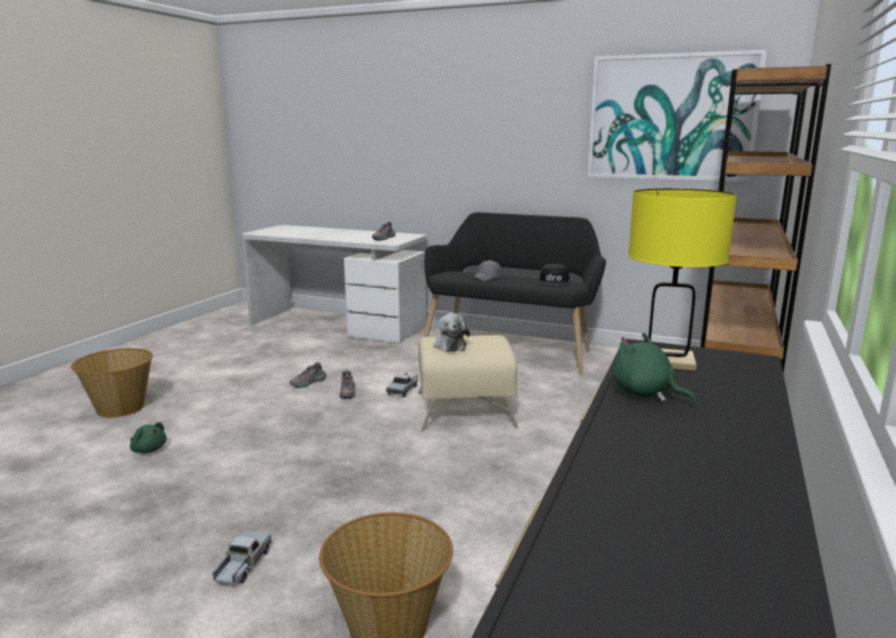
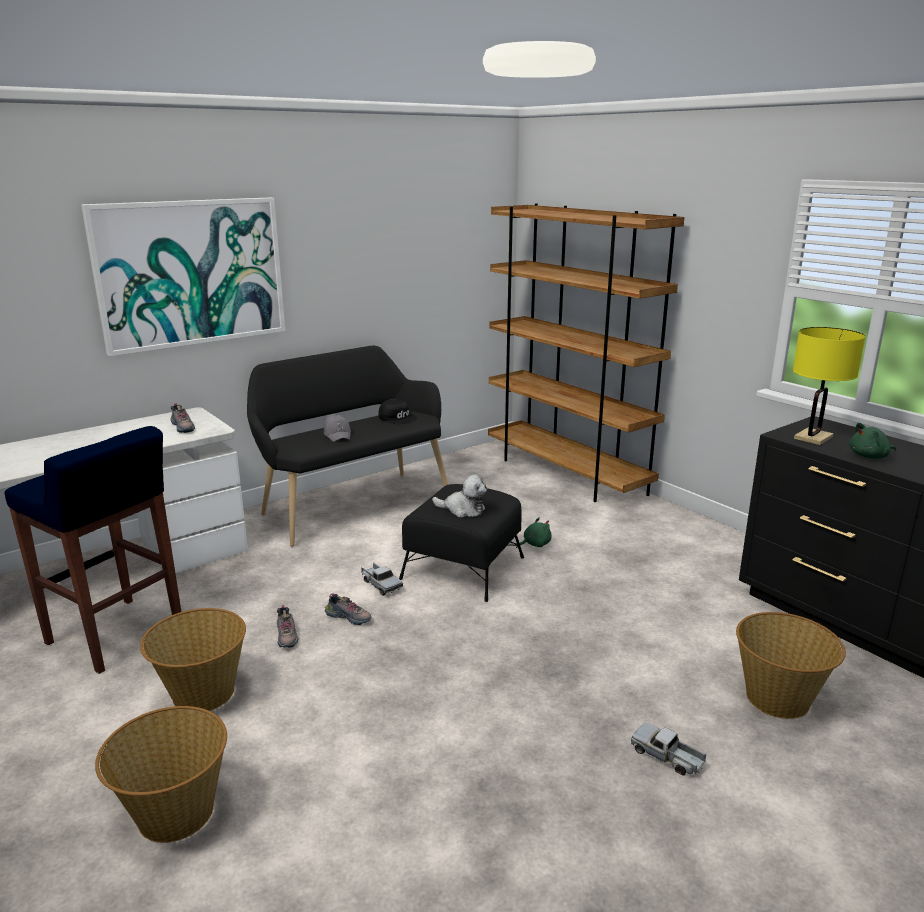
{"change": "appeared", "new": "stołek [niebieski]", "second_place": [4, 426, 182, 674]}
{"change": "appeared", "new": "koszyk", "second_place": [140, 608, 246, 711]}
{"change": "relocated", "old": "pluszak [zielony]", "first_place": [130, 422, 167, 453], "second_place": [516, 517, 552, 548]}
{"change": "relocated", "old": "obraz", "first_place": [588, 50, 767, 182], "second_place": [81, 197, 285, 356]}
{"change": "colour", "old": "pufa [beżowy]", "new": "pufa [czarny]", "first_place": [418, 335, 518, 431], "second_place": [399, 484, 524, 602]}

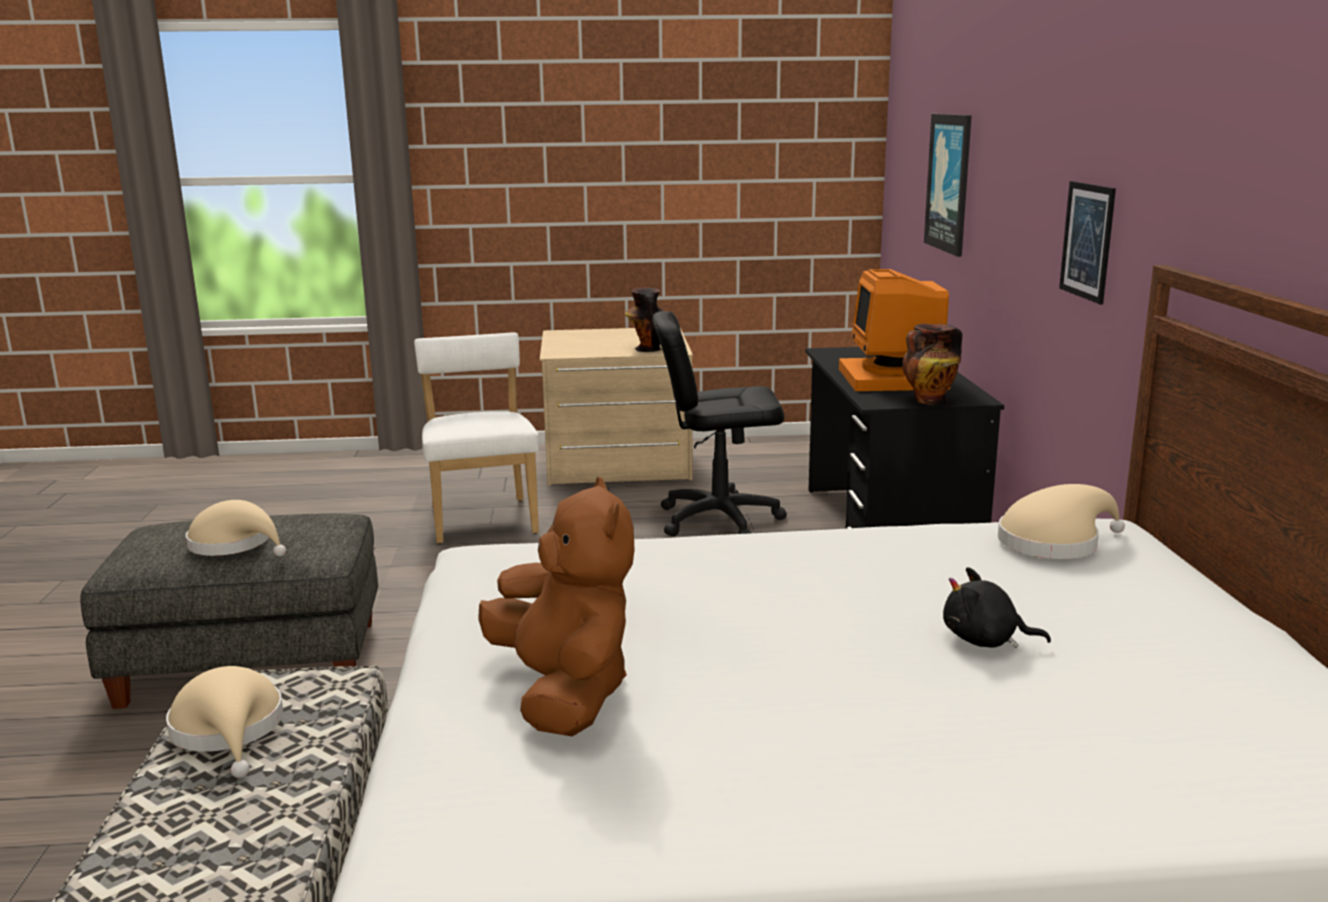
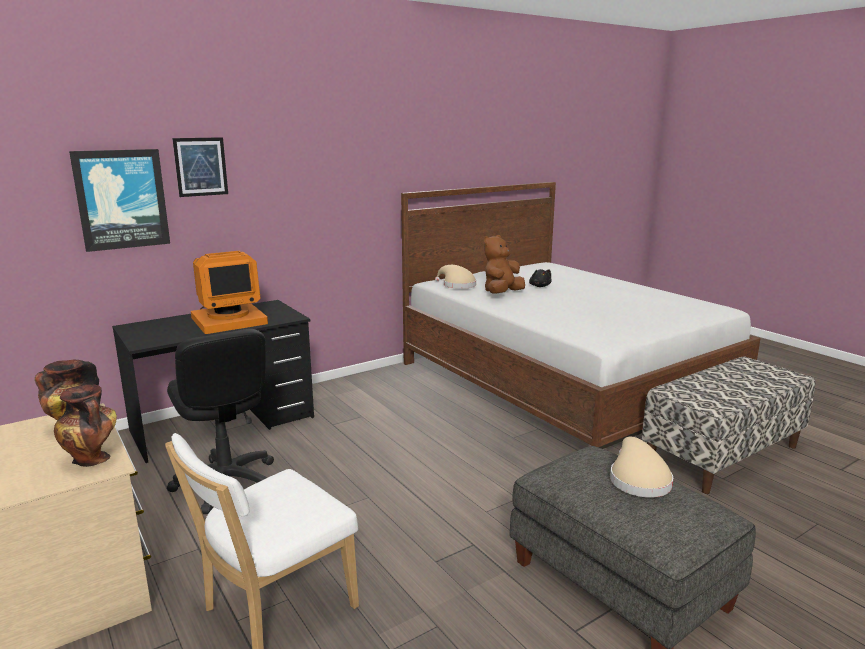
{"change": "missing", "old": "kapelusz [beżowy]", "first_place": [166, 666, 284, 778]}
{"change": "relocated", "old": "pluszak [brązowy]", "first_place": [478, 477, 634, 736], "second_place": [484, 235, 525, 294]}
{"change": "relocated", "old": "wazon", "first_place": [902, 324, 962, 405], "second_place": [54, 384, 117, 467]}
{"change": "relocated", "old": "obraz", "first_place": [1059, 181, 1116, 305], "second_place": [172, 137, 228, 197]}

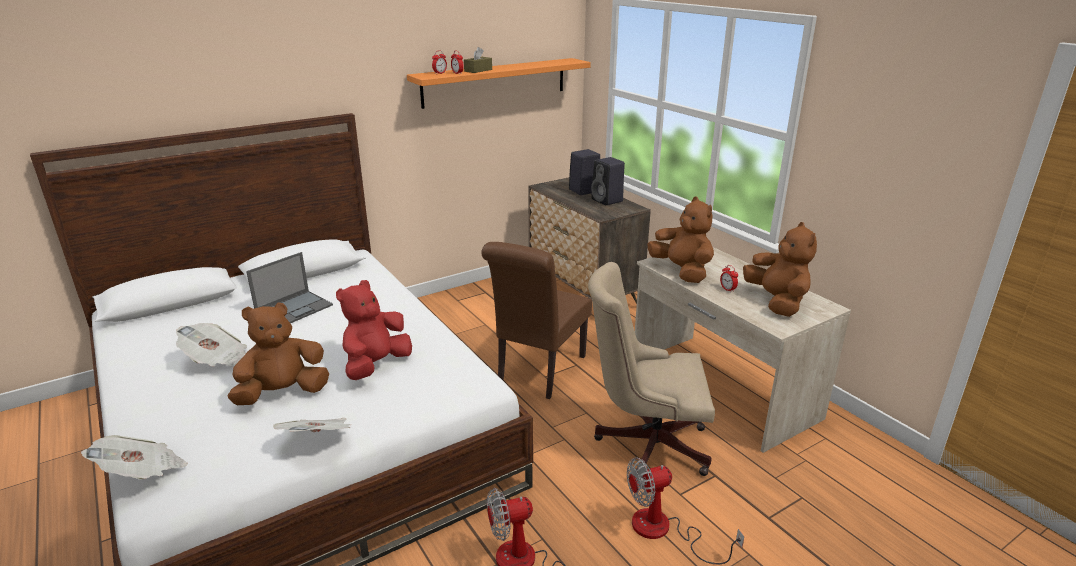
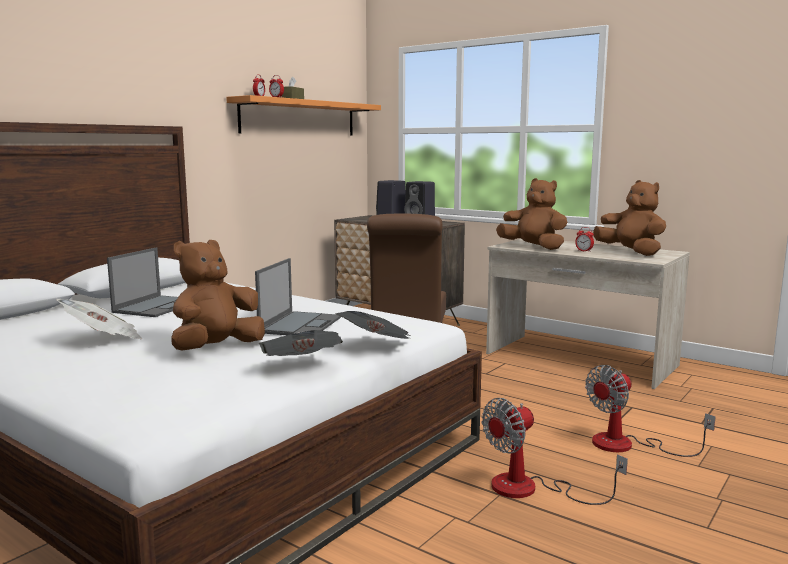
{"change": "missing", "old": "krzesło biurowe [beżowy]", "first_place": [588, 262, 715, 476]}
{"change": "relocated", "old": "gazeta", "first_place": [81, 435, 188, 479], "second_place": [336, 311, 410, 339]}
{"change": "exchanged", "old": "pluszak [czerwony]", "new": "laptop", "first_place": [336, 280, 412, 380], "second_place": [255, 258, 341, 335]}

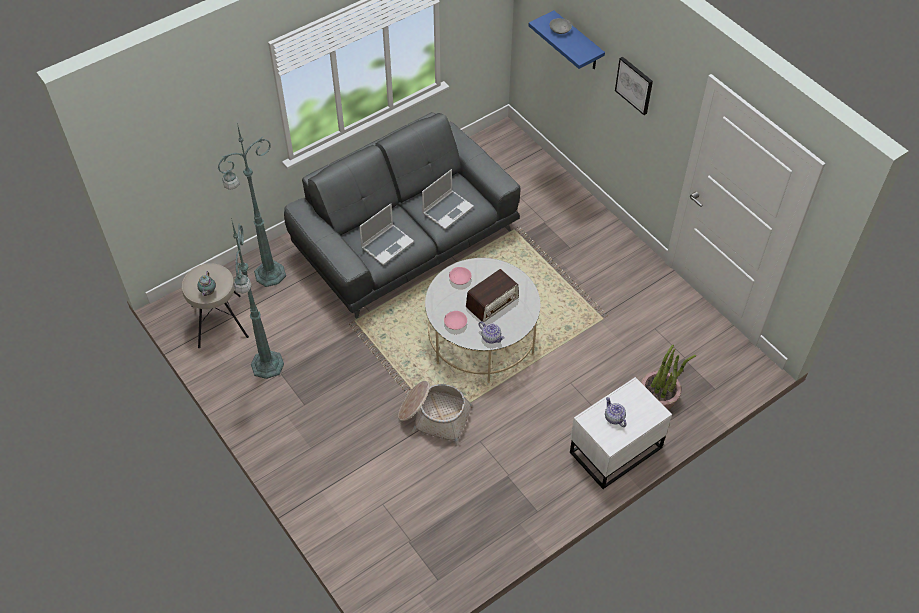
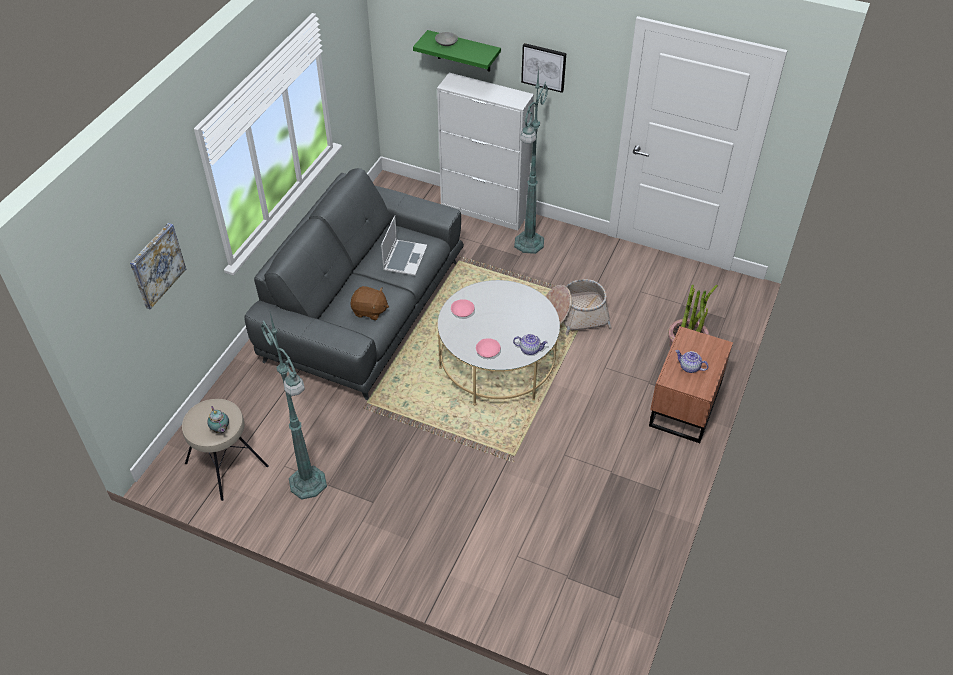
{"change": "missing", "old": "radio", "first_place": [466, 269, 519, 322]}
{"change": "appeared", "new": "obraz", "second_place": [130, 223, 186, 309]}
{"change": "appeared", "new": "szafka [biały]", "second_place": [437, 73, 534, 231]}
{"change": "relocated", "old": "lampa stojąca [zielony]", "first_place": [218, 123, 286, 287], "second_place": [514, 67, 548, 254]}
{"change": "relocated", "old": "koszyk", "first_place": [398, 381, 474, 446], "second_place": [545, 279, 612, 335]}
{"change": "exchanged", "old": "laptop", "new": "pluszak [brązowy]", "first_place": [359, 204, 414, 265], "second_place": [350, 286, 389, 320]}
{"change": "colour", "old": "półka [niebieski]", "new": "półka [zielony]", "first_place": [529, 11, 605, 69], "second_place": [413, 30, 501, 72]}
{"change": "colour", "old": "szafka nocna [biały]", "new": "szafka nocna [brązowy]", "first_place": [570, 377, 672, 489], "second_place": [649, 326, 733, 443]}

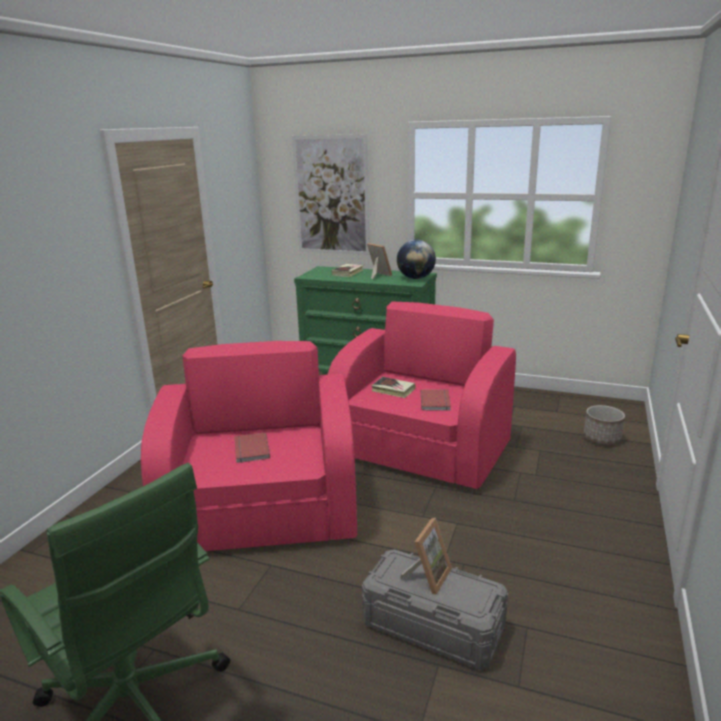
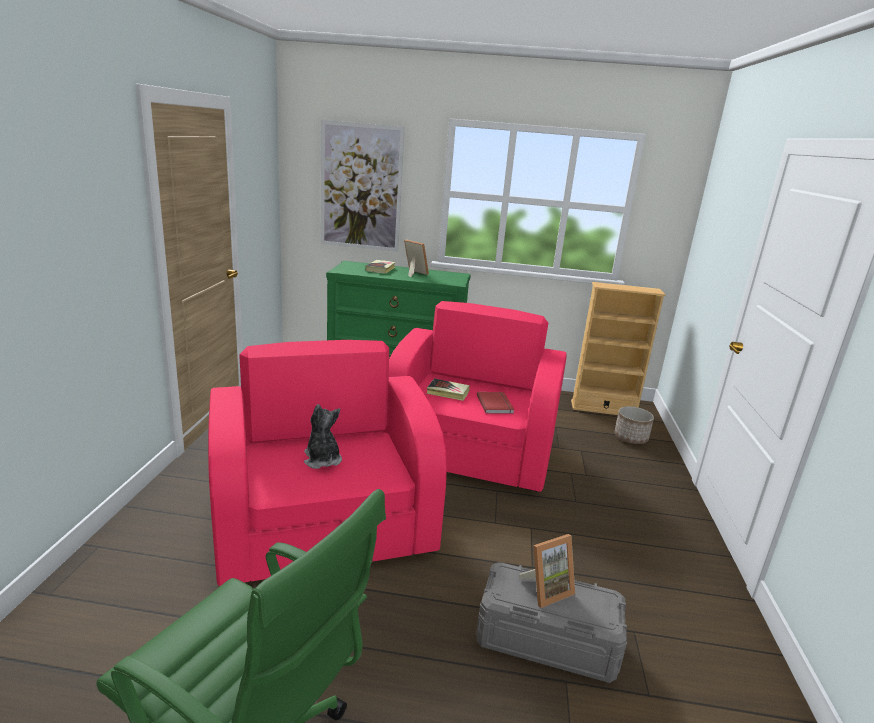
{"change": "missing", "old": "globus", "first_place": [397, 239, 436, 279]}
{"change": "appeared", "new": "regał [beżowy]", "second_place": [571, 282, 666, 415]}
{"change": "exchanged", "old": "książka [czerwony]", "new": "pluszak", "first_place": [234, 432, 270, 463], "second_place": [304, 404, 342, 469]}
{"change": "spun", "old": "ramka na zdjęcie", "first_place": [400, 518, 452, 595], "second_place": [519, 534, 575, 608], "degrees": 45}

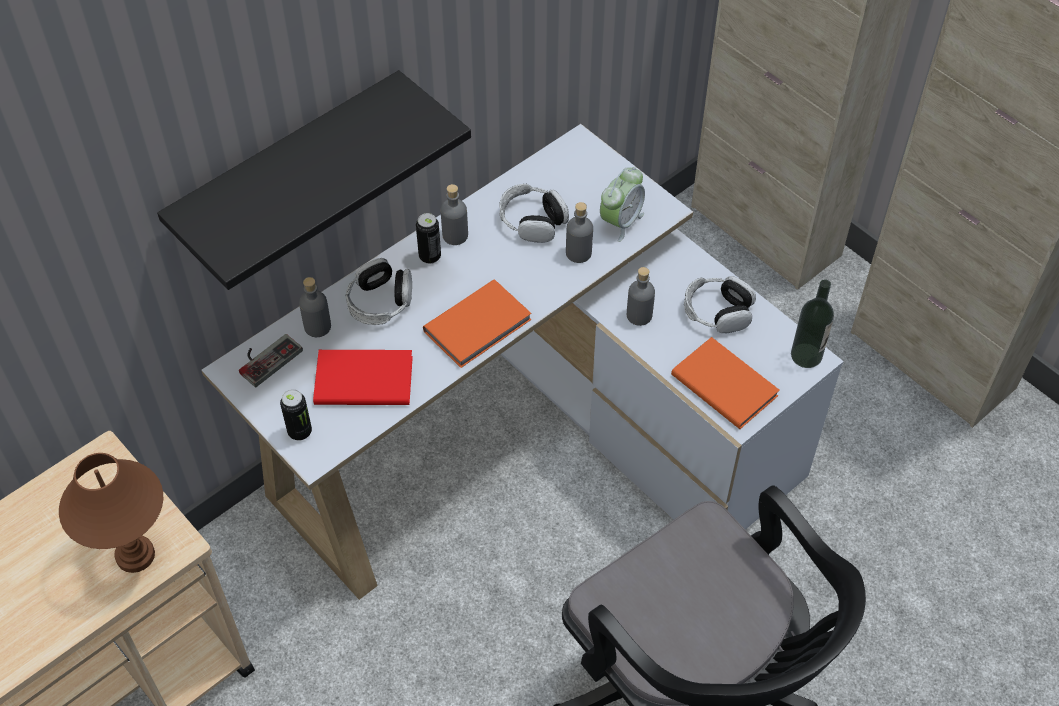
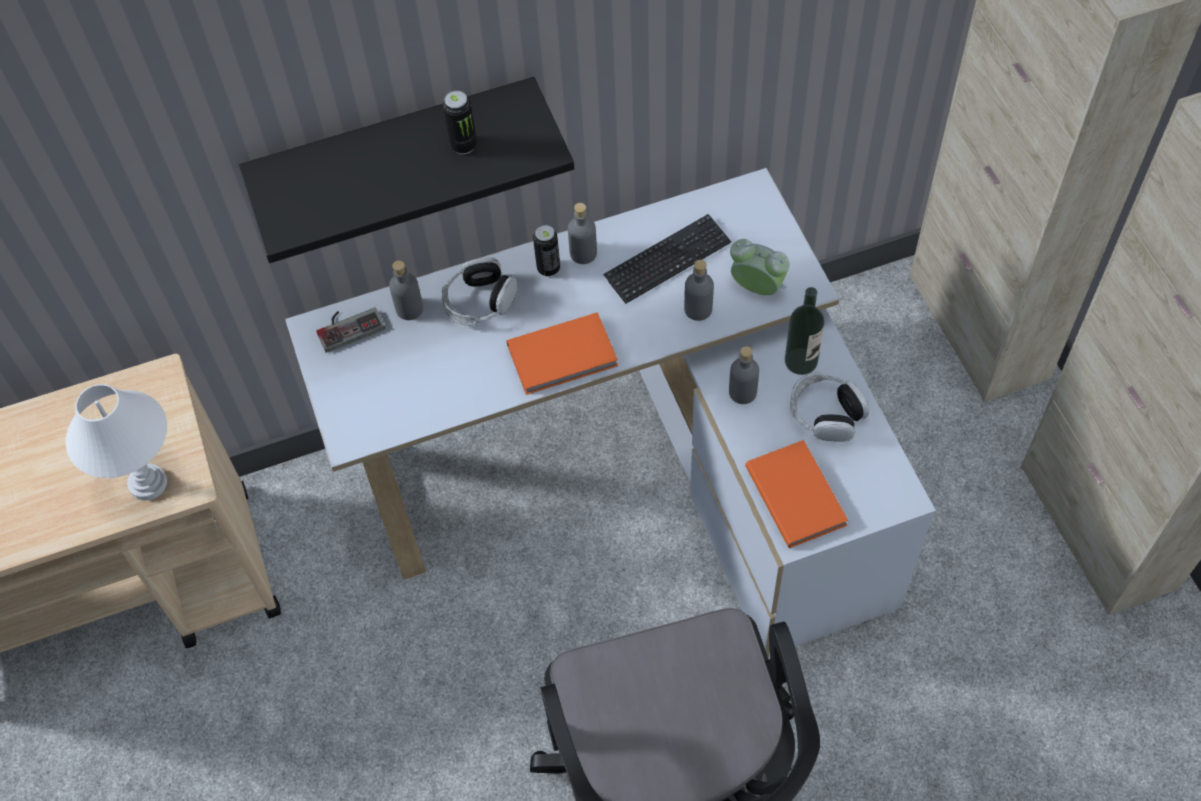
{"change": "missing", "old": "książka [czerwony]", "first_place": [313, 350, 413, 405]}
{"change": "relocated", "old": "puszka", "first_place": [280, 389, 312, 441], "second_place": [443, 91, 477, 154]}
{"change": "relocated", "old": "butelka", "first_place": [791, 279, 834, 368], "second_place": [785, 287, 824, 375]}
{"change": "exchanged", "old": "słuchawki", "new": "klawiatura", "first_place": [499, 184, 569, 243], "second_place": [603, 214, 731, 304]}
{"change": "colour", "old": "lampa stołowa [brązowy]", "new": "lampa stołowa [biały]", "first_place": [59, 453, 163, 573], "second_place": [66, 384, 167, 501]}
{"change": "spun", "old": "budzik", "first_place": [600, 167, 645, 242], "second_place": [730, 239, 790, 295], "degrees": -120}

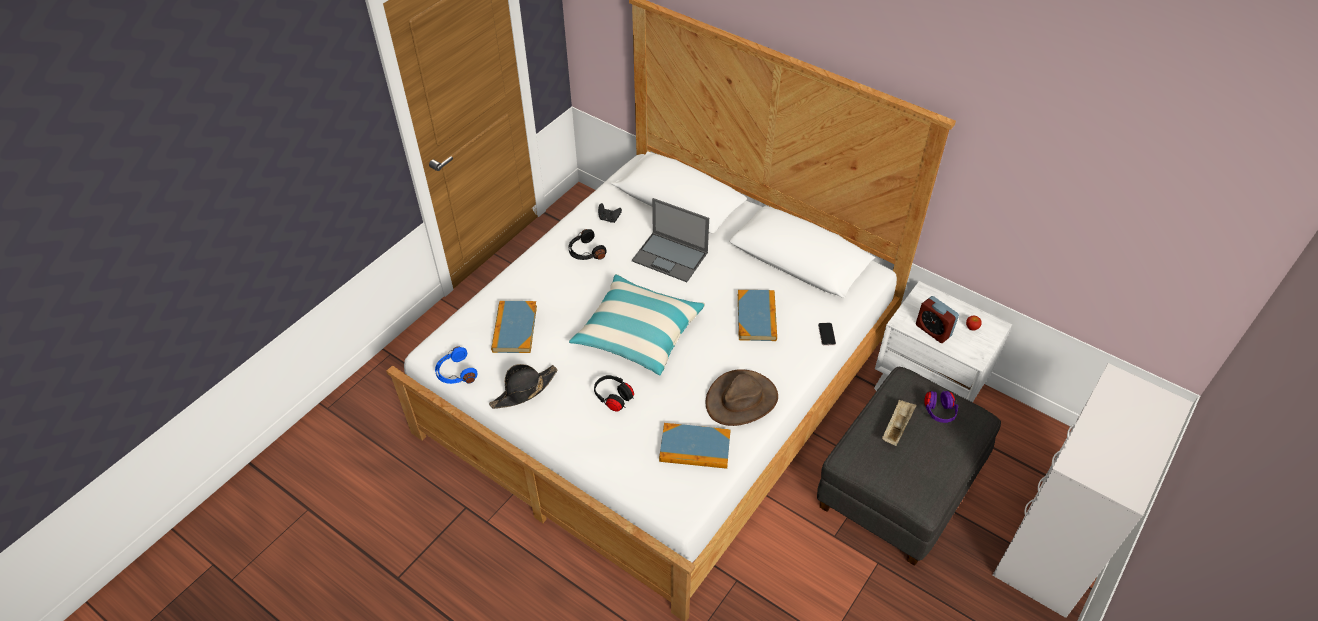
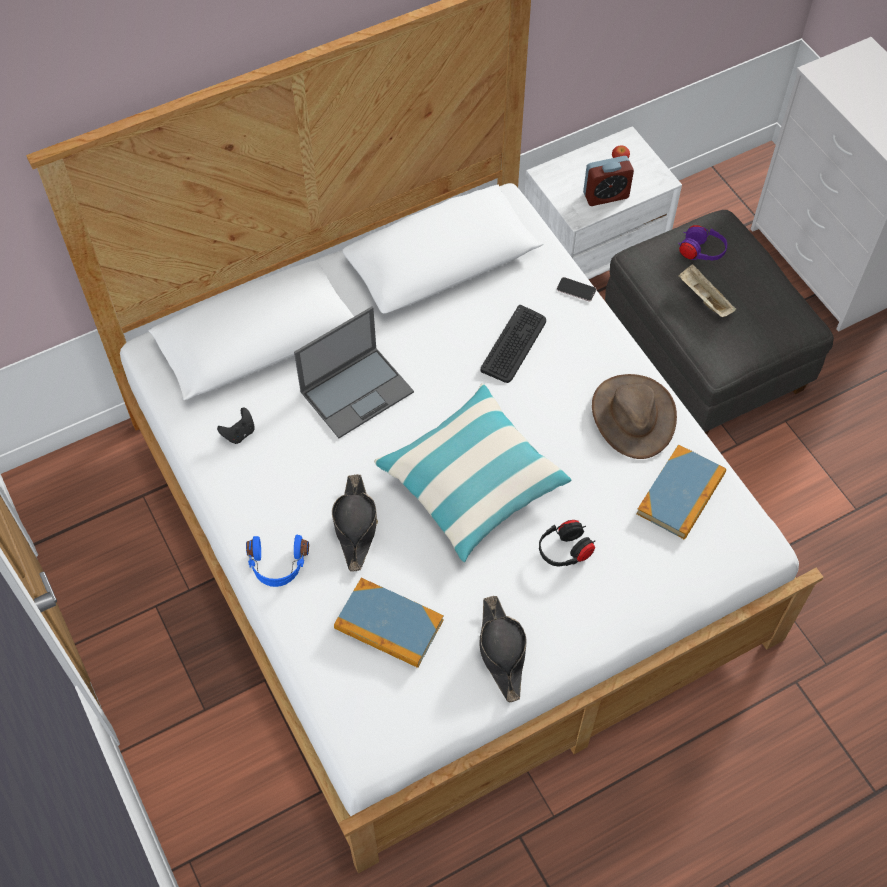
{"change": "missing", "old": "słuchawki [czarny]", "first_place": [568, 229, 606, 260]}
{"change": "appeared", "new": "kapelusz [czarny]", "second_place": [332, 474, 378, 572]}
{"change": "relocated", "old": "słuchawki [niebieski]", "first_place": [435, 346, 477, 384], "second_place": [246, 535, 309, 587]}
{"change": "exchanged", "old": "książka", "new": "klawiatura", "first_place": [738, 290, 777, 341], "second_place": [481, 305, 546, 383]}

